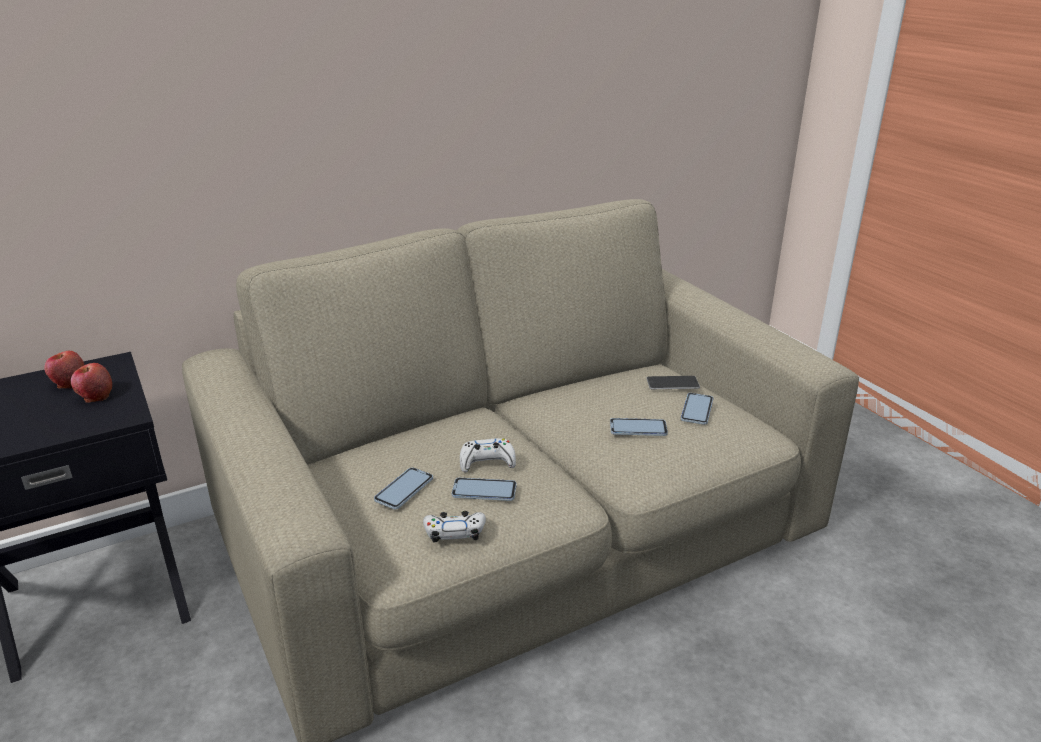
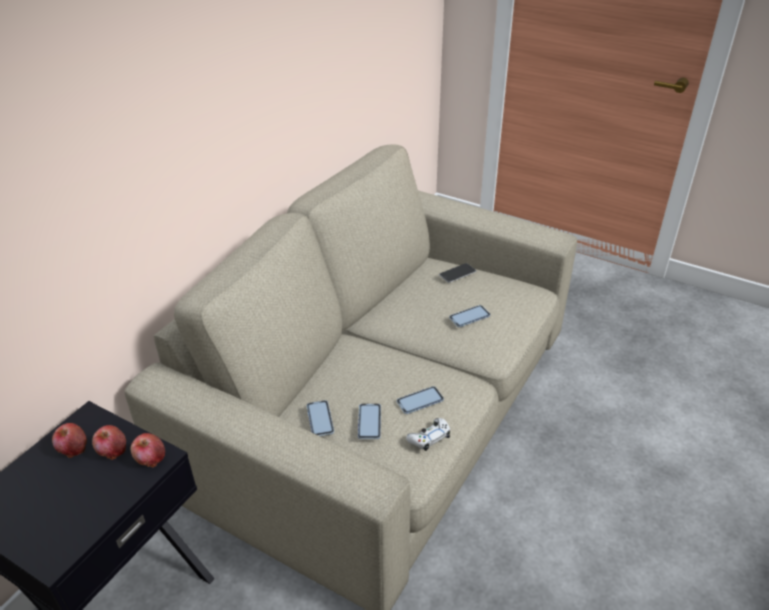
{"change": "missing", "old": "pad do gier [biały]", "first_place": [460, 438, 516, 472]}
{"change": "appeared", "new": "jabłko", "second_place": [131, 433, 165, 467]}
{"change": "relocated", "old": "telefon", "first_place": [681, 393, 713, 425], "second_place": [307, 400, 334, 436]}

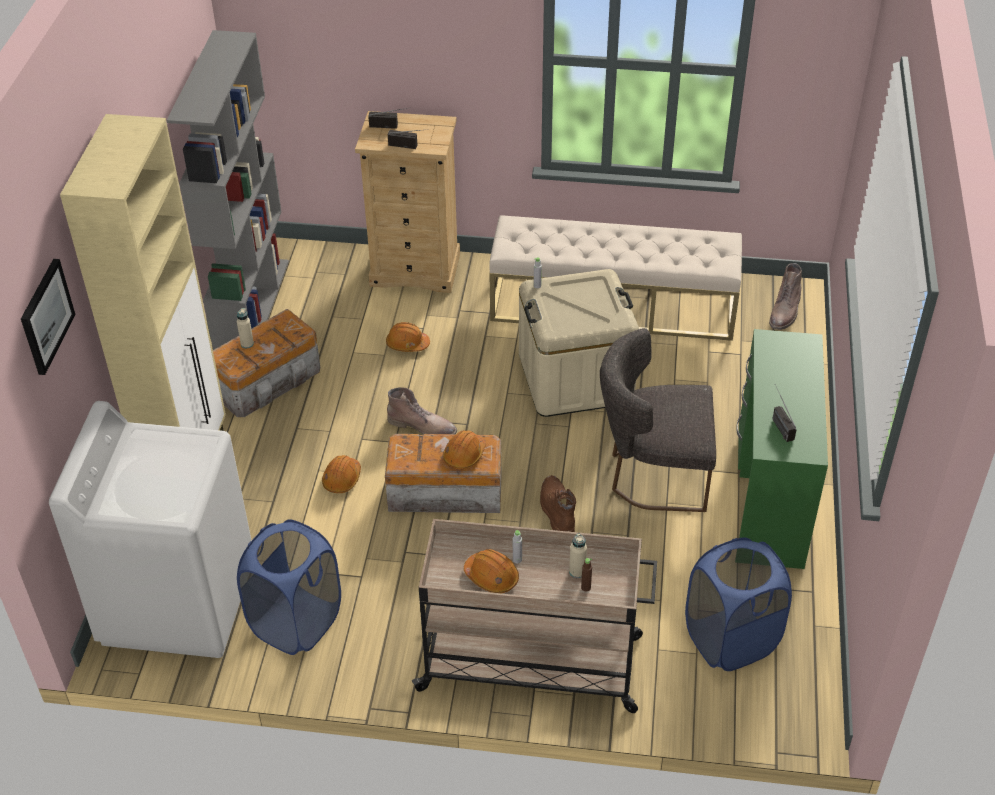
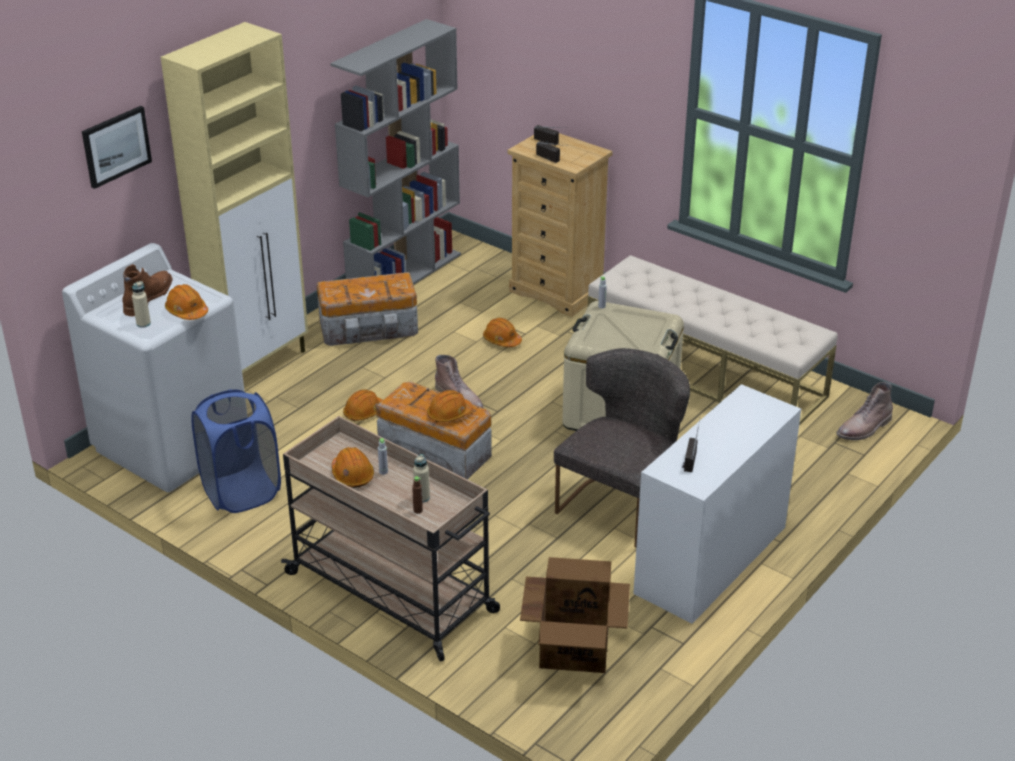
{"change": "appeared", "new": "kask [pomarańczowy]", "second_place": [165, 284, 208, 320]}
{"change": "relocated", "old": "butelka [beżowy]", "first_place": [237, 308, 254, 348], "second_place": [132, 281, 151, 328]}
{"change": "relocated", "old": "but z cholewką [brązowy]", "first_place": [540, 475, 576, 532], "second_place": [122, 264, 173, 316]}
{"change": "exchanged", "old": "kosz na pranie [niebieski]", "new": "karton", "first_place": [685, 537, 792, 671], "second_place": [520, 557, 630, 673]}
{"change": "colour", "old": "biurko [zielony]", "new": "biurko [biały]", "first_place": [736, 329, 828, 569], "second_place": [633, 384, 801, 624]}
{"change": "spun", "old": "krzesło [szary]", "first_place": [600, 328, 716, 512], "second_place": [554, 348, 690, 548], "degrees": 90}

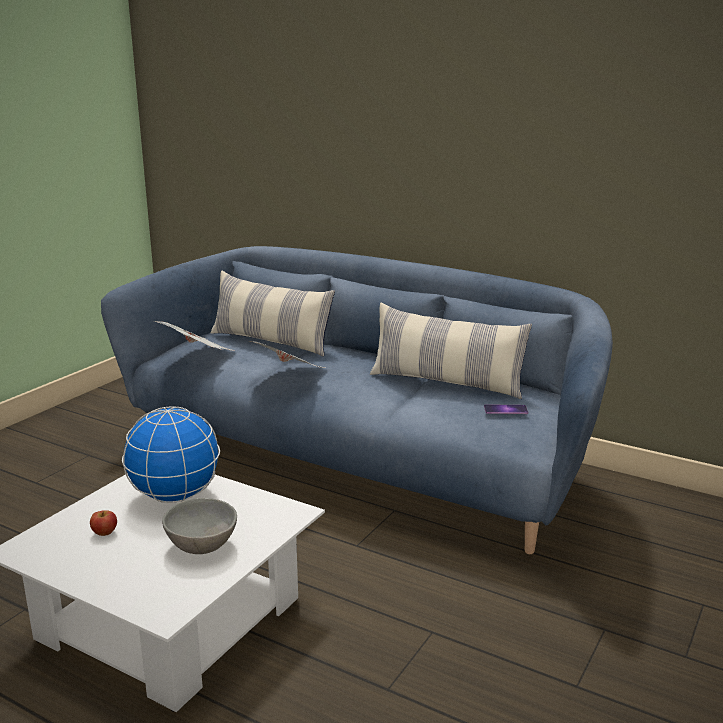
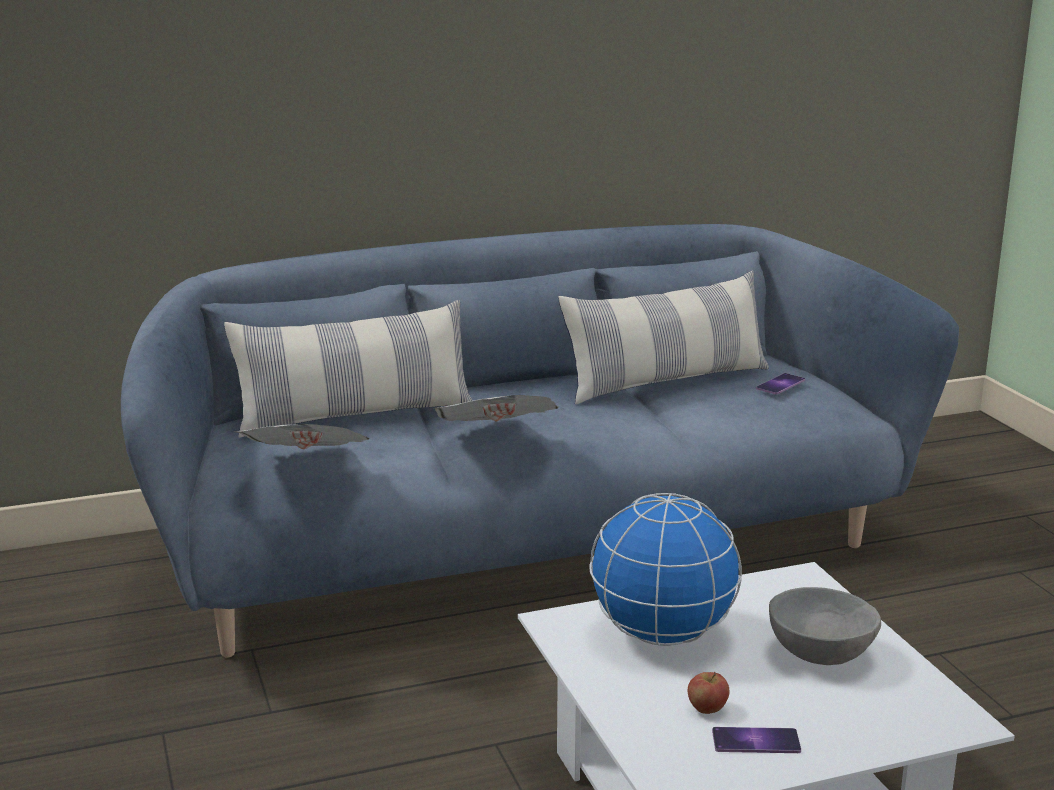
{"change": "appeared", "new": "telefon", "second_place": [712, 727, 801, 753]}

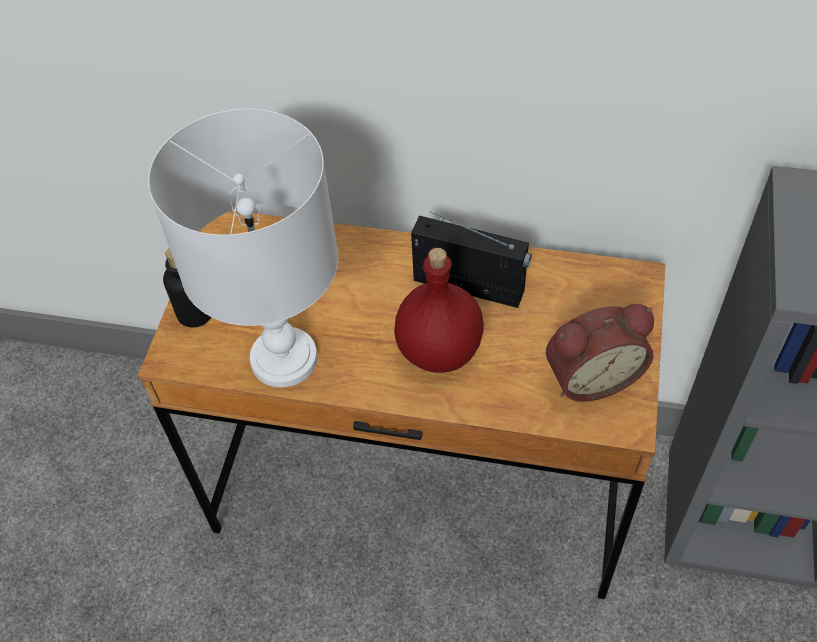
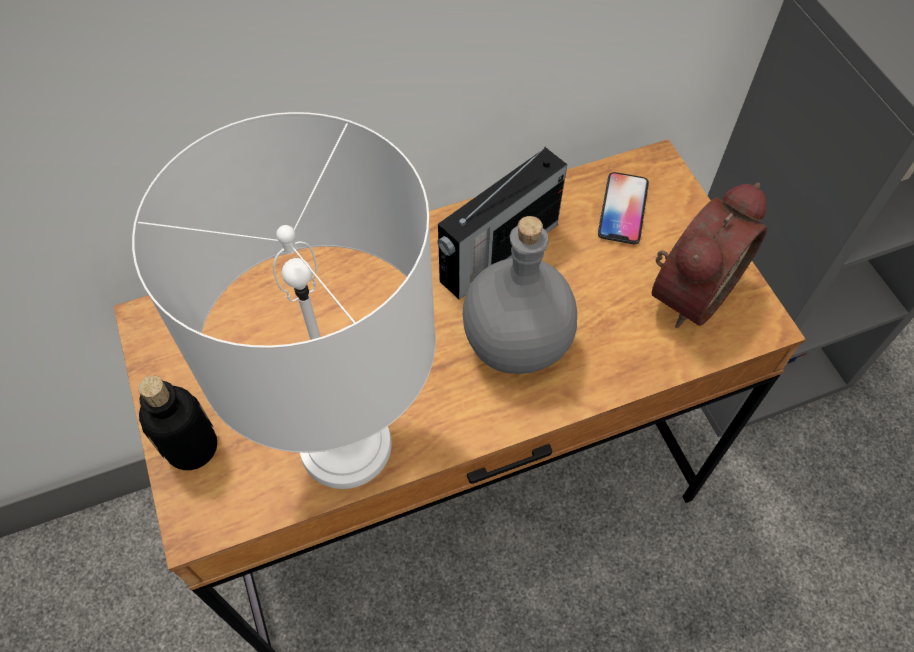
{"change": "appeared", "new": "telefon", "second_place": [598, 172, 649, 244]}
{"change": "colour", "old": "butelka [czerwony]", "new": "butelka [szary]", "first_place": [394, 248, 484, 373], "second_place": [463, 216, 577, 374]}
{"change": "spun", "old": "radio", "first_place": [411, 212, 532, 308], "second_place": [437, 146, 567, 299], "degrees": 150}

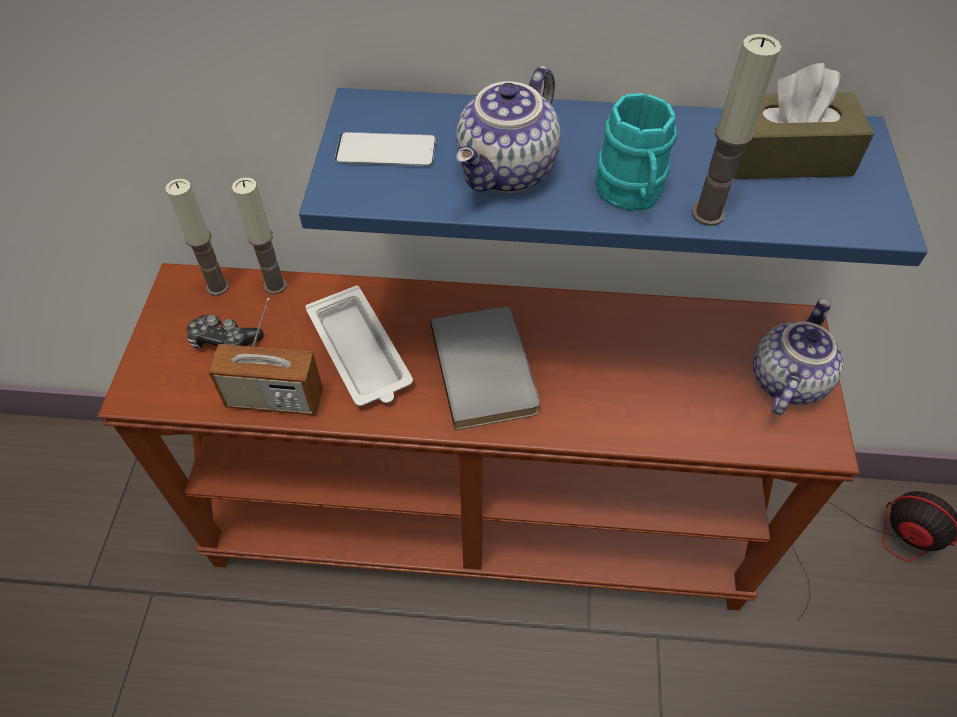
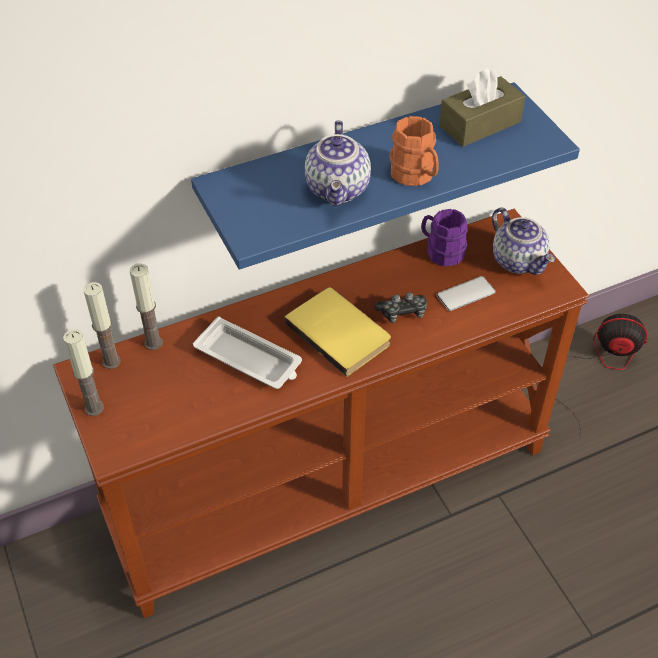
{"change": "missing", "old": "radio", "first_place": [209, 298, 323, 415]}
{"change": "appeared", "new": "kubek [fioletowy]", "second_place": [421, 209, 468, 267]}
{"change": "relocated", "old": "pad do gier", "first_place": [187, 314, 264, 349], "second_place": [375, 292, 427, 323]}
{"change": "relocated", "old": "telefon", "first_place": [335, 132, 436, 166], "second_place": [436, 276, 496, 311]}
{"change": "relocated", "old": "świeca", "first_place": [692, 34, 781, 226], "second_place": [63, 329, 104, 416]}
{"change": "colour", "old": "książka [szary]", "new": "książka [żółty]", "first_place": [430, 306, 540, 430], "second_place": [284, 287, 391, 377]}
{"change": "colour", "old": "kubek [turkusowy]", "new": "kubek [pomarańczowy]", "first_place": [595, 93, 677, 211], "second_place": [389, 116, 439, 186]}
{"change": "spun", "old": "imbryk", "first_place": [753, 298, 844, 415], "second_place": [492, 207, 555, 275], "degrees": 150}

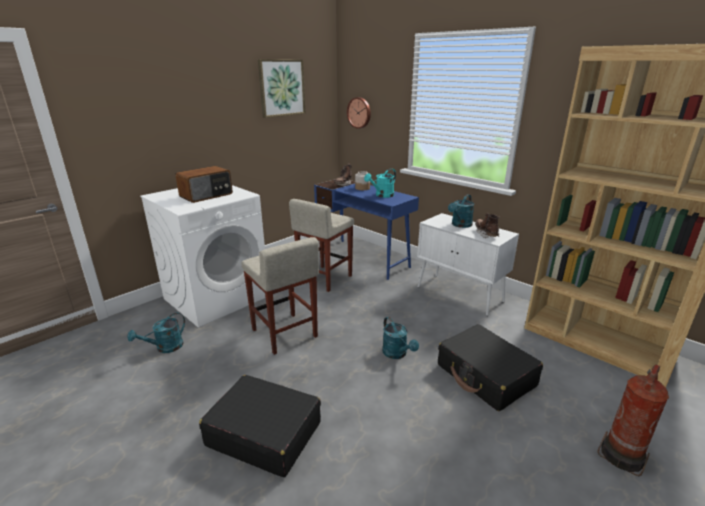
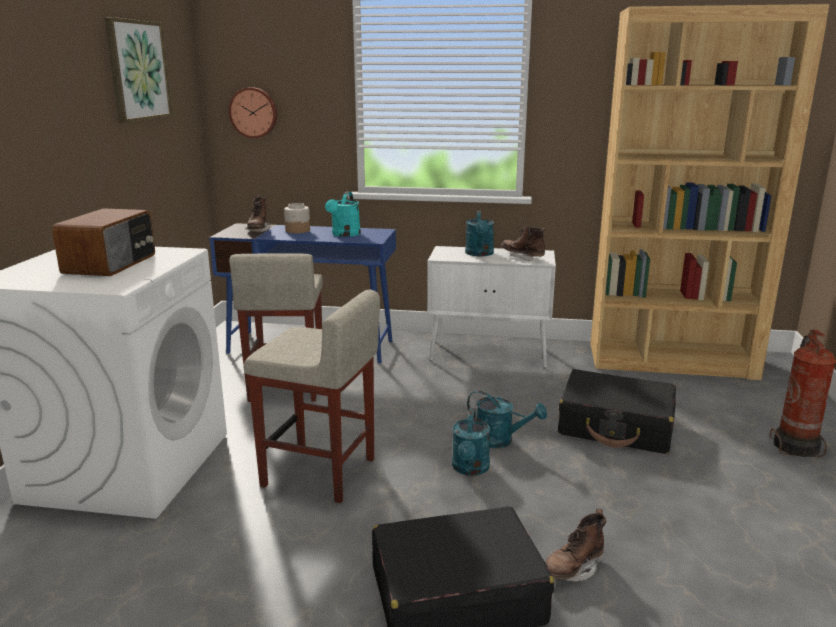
{"change": "appeared", "new": "but z cholewką [brązowy]", "second_place": [545, 509, 607, 582]}
{"change": "relocated", "old": "konewka [turkusowy]", "first_place": [127, 312, 185, 353], "second_place": [452, 408, 490, 476]}

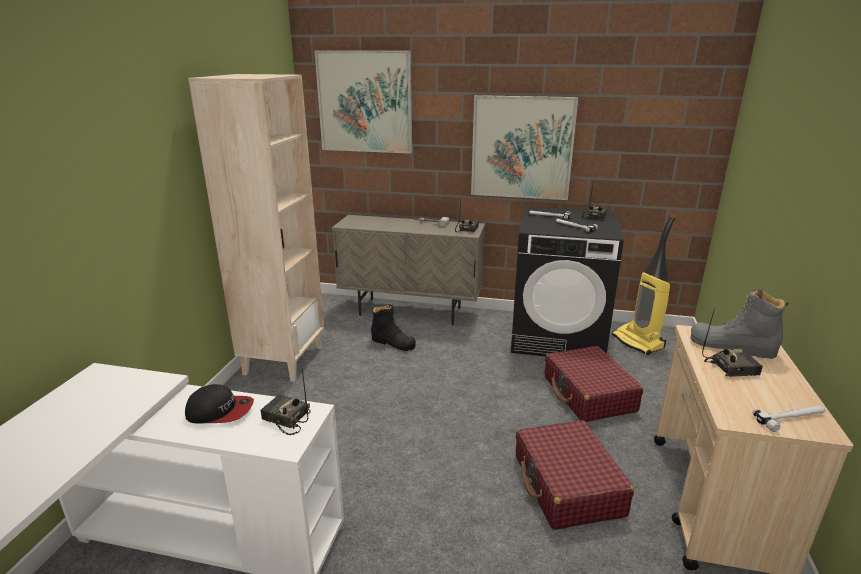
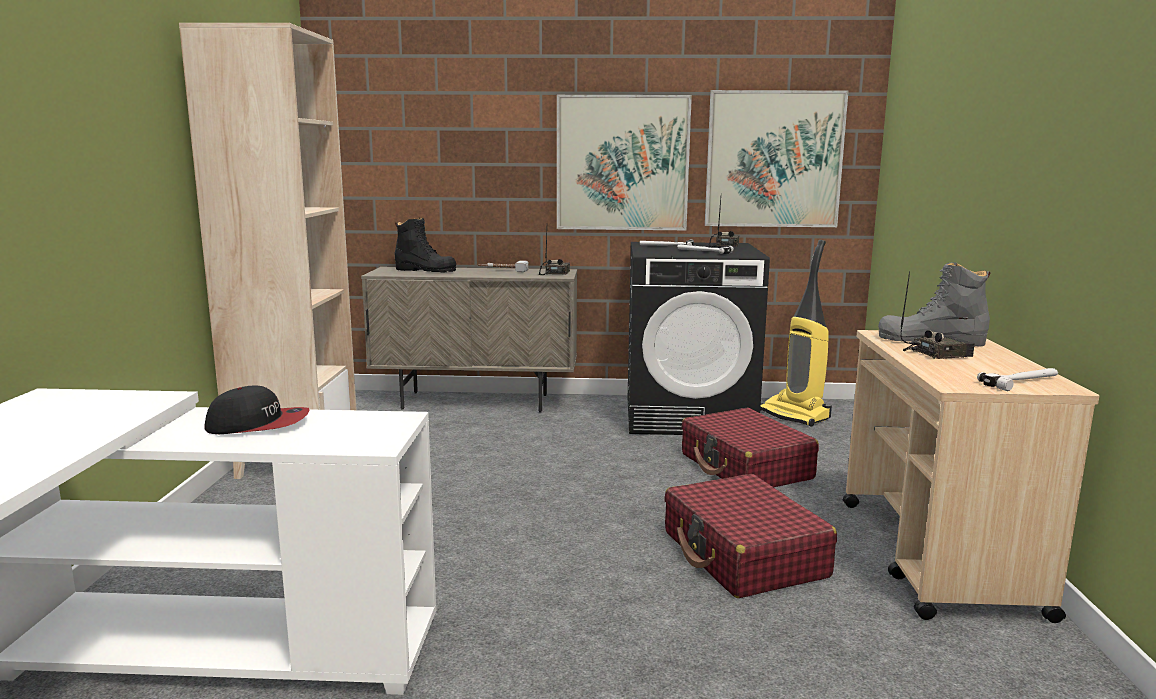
{"change": "missing", "old": "radio", "first_place": [260, 367, 311, 435]}
{"change": "relocated", "old": "obraz", "first_place": [314, 50, 412, 153], "second_place": [705, 90, 849, 227]}
{"change": "relocated", "old": "but z cholewką [czarny]", "first_place": [371, 304, 416, 351], "second_place": [395, 218, 456, 272]}

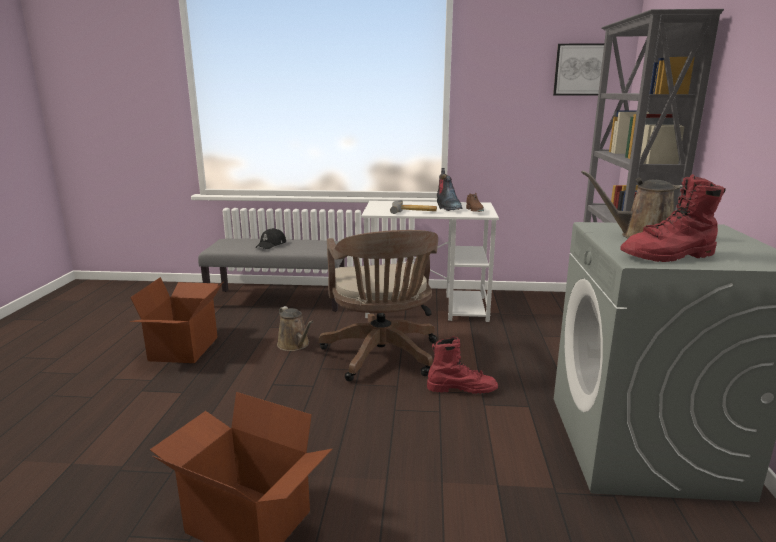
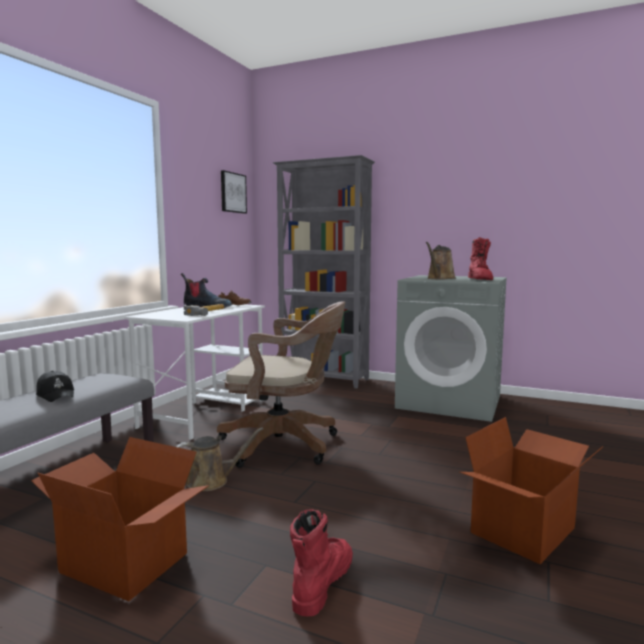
{"change": "relocated", "old": "but z cholewką [czerwony]", "first_place": [427, 336, 498, 394], "second_place": [290, 509, 353, 616]}

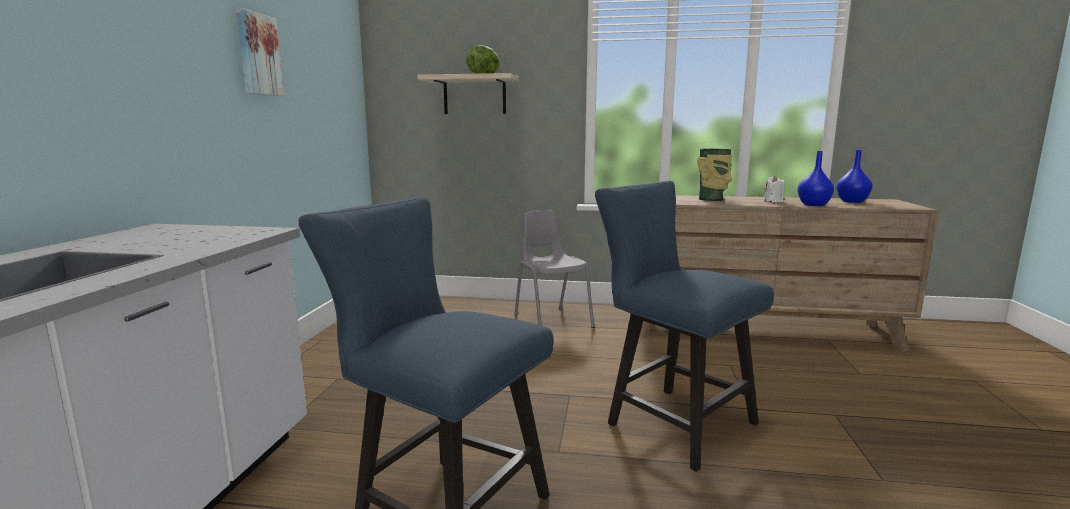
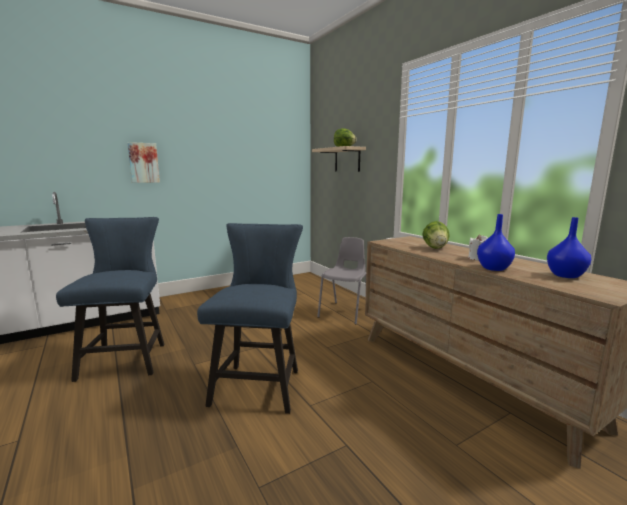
{"change": "relocated", "old": "obraz", "first_place": [236, 8, 284, 96], "second_place": [127, 142, 160, 183]}
{"change": "exchanged", "old": "wazon", "new": "sałata", "first_place": [697, 149, 732, 201], "second_place": [422, 221, 449, 249]}

